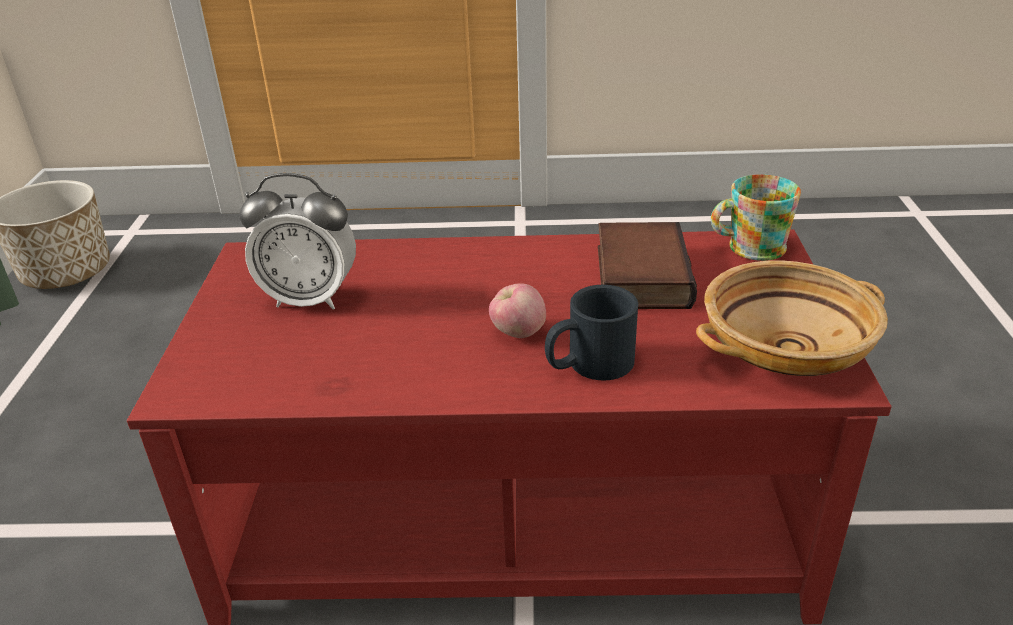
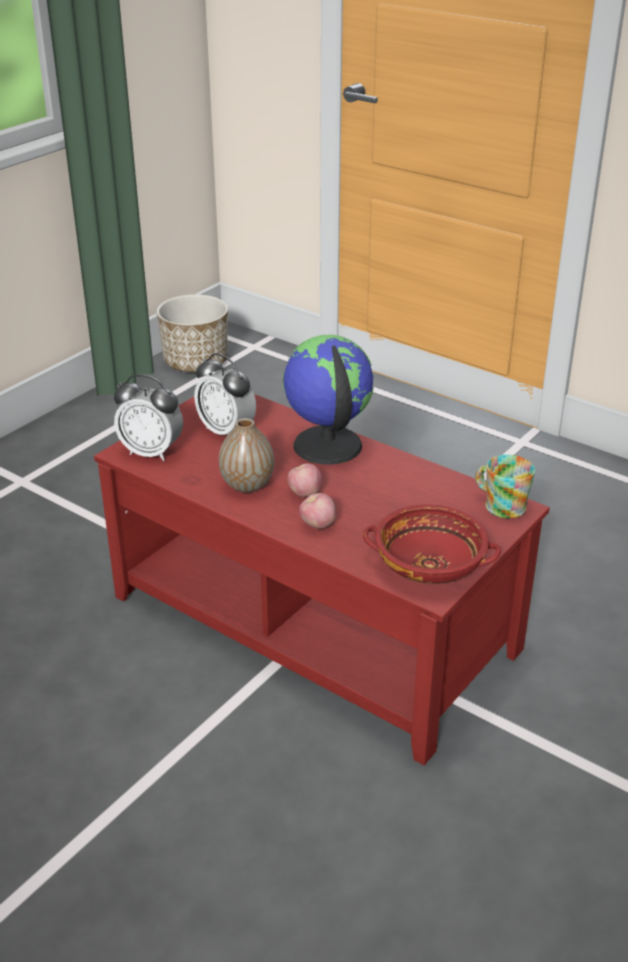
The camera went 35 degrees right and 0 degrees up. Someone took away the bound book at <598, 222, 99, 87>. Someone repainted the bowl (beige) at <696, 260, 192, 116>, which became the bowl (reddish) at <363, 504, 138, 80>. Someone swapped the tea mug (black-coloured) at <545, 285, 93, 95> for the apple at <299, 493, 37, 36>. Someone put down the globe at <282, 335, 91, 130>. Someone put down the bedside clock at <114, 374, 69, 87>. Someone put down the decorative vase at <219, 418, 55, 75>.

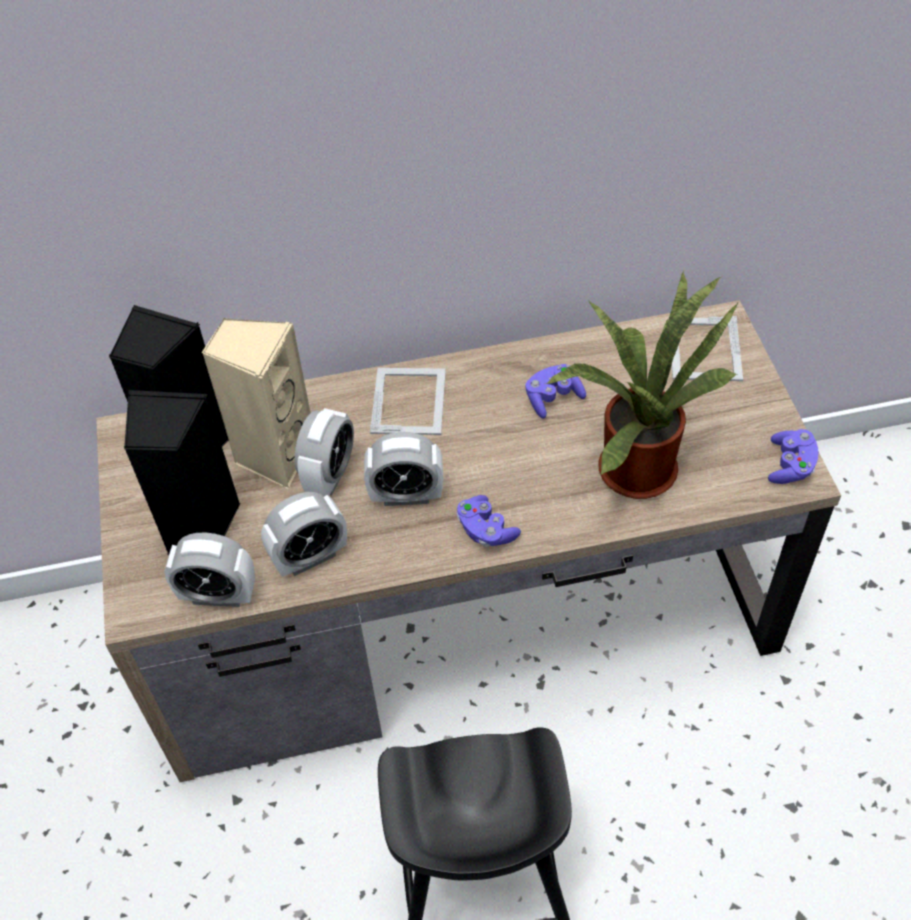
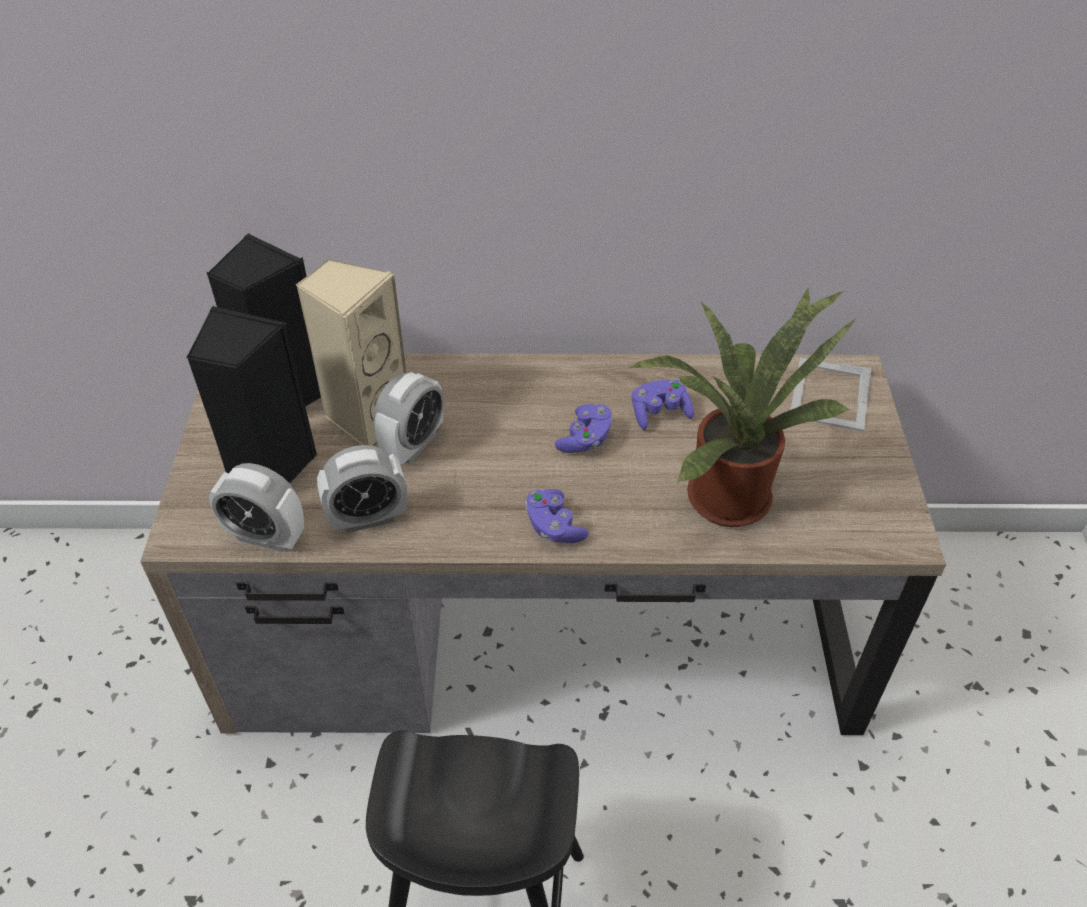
The camera went 10 degrees right and 5 degrees down. Someone took away the standing frame at <370, 368, 76, 67>. Someone carried the joypad (purplish) from <768, 429, 50, 55> to <555, 404, 58, 49>. Someone took away the bedside clock at <364, 432, 79, 74>.

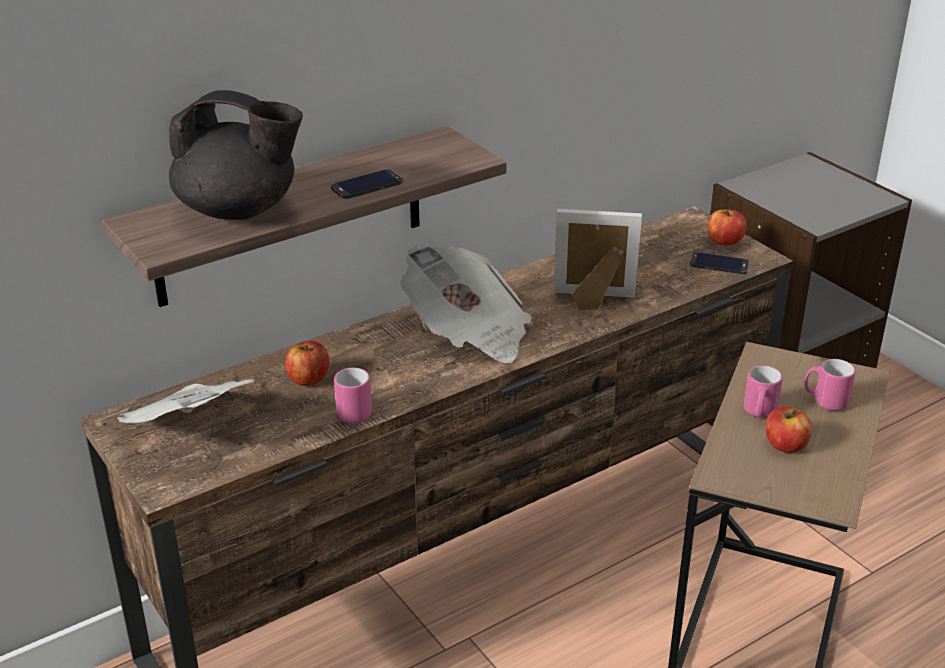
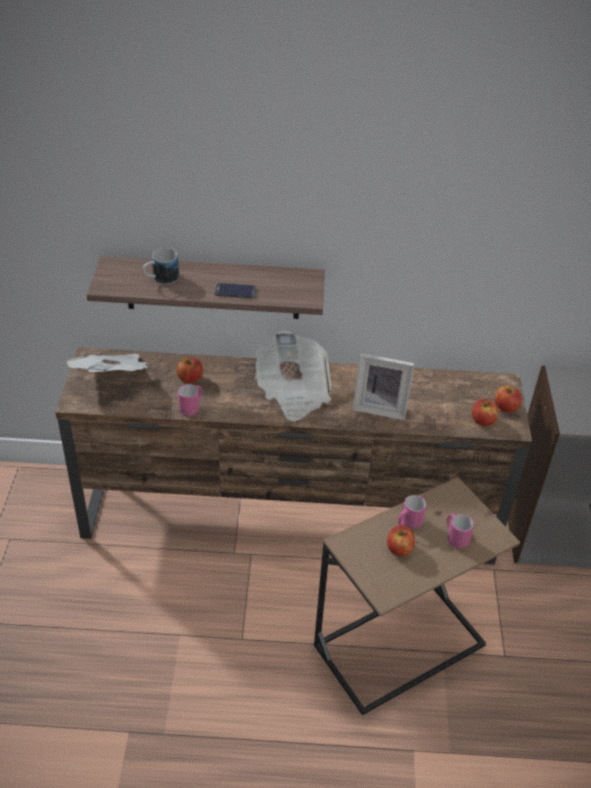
The camera went 35 degrees right and 10 degrees up. Someone swapped the teapot (black-coloured) at <169, 90, 134, 130> for the tea mug at <143, 248, 36, 36>. Someone rotated the standing frame at <554, 209, 88, 101> by 150 degrees clockwise. Someone swapped the phone at <690, 252, 60, 22> for the apple at <472, 399, 26, 27>.

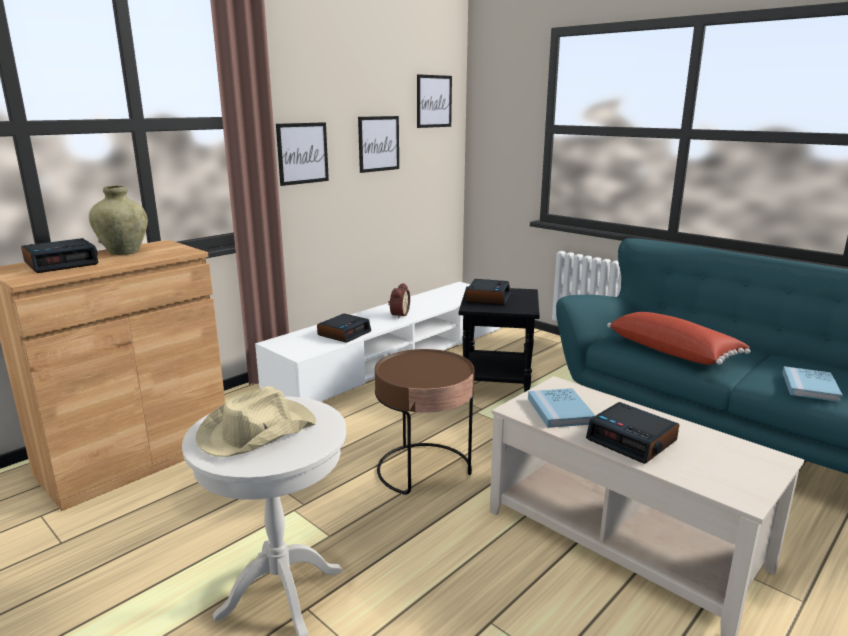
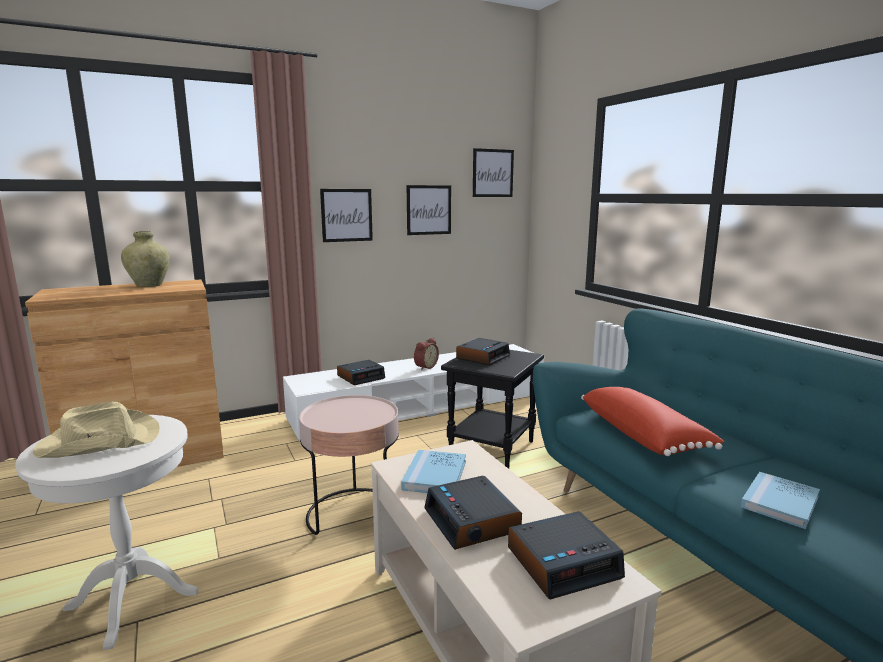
The camera went 20 degrees right and 5 degrees down. Someone carried the bedside clock from <21, 238, 78, 35> to <508, 511, 117, 88>. Someone repainted the accent table (brown-coloured) at <375, 349, 99, 146>, which became the accent table (pink-coloured) at <299, 395, 100, 140>.

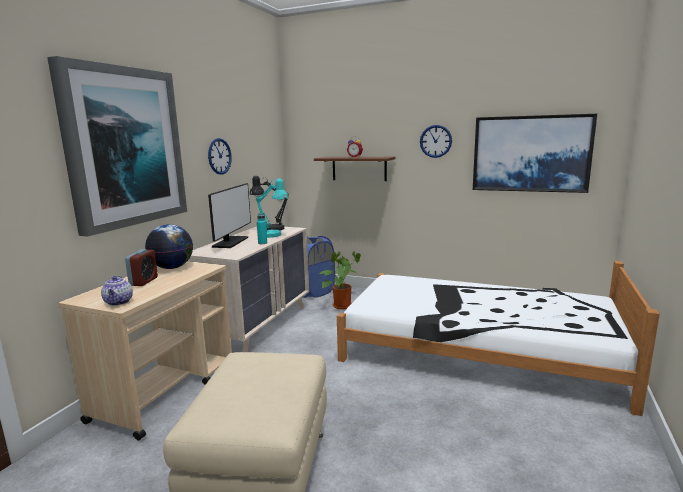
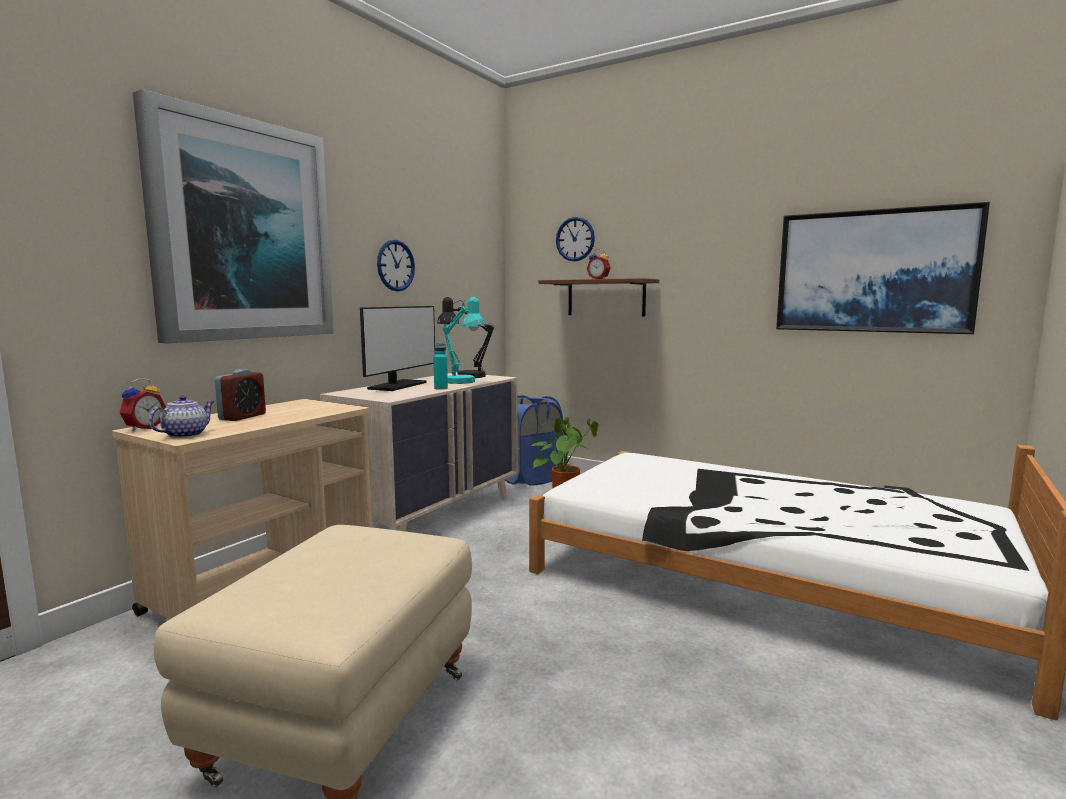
The camera went 10 degrees right and 5 degrees down. Someone carried the wall clock from <420, 125, 32, 33> to <556, 217, 39, 44>. Someone took away the globe at <145, 224, 48, 45>. Someone rotated the teapot at <101, 276, 32, 30> by 150 degrees counterclockwise. Someone put down the bedside clock at <120, 378, 46, 53>.

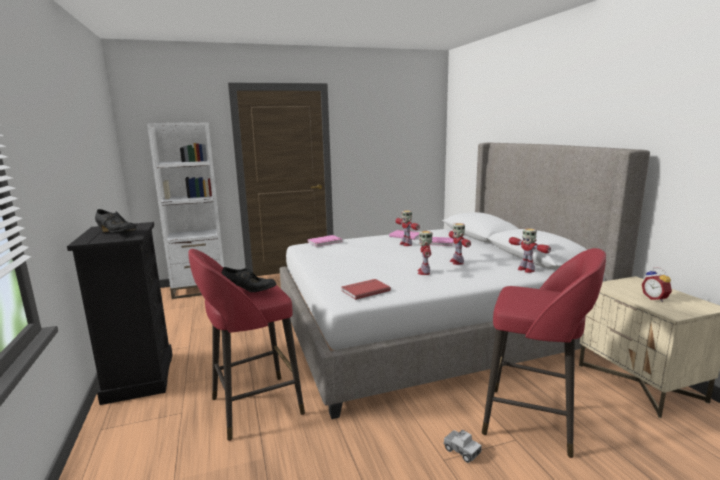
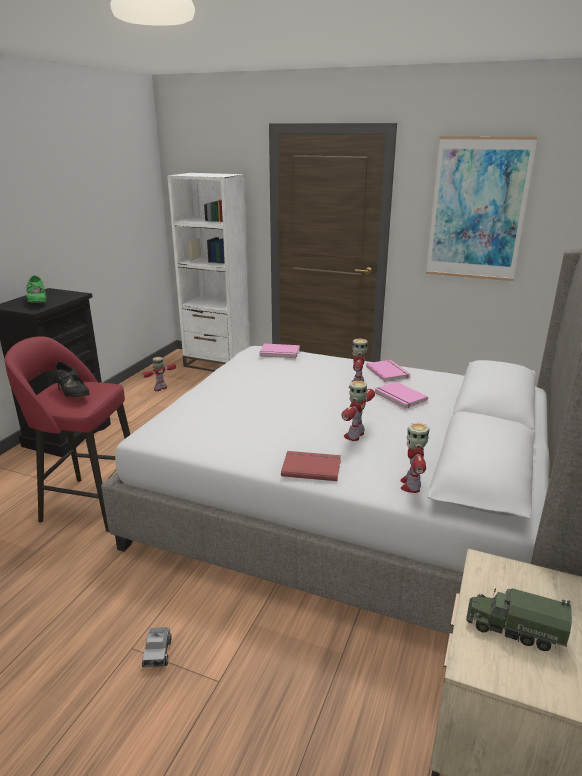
The camera went 40 degrees right and 10 degrees up. Someone repainted the low shoe (black-coloured) at <95, 209, 41, 24>, which became the low shoe (greenish) at <27, 275, 19, 28>. Someone carried the toy robot from <418, 231, 14, 44> to <142, 357, 34, 34>. Someone took away the stool seat (reddish) at <482, 248, 124, 210>. Someone swapped the bedside clock at <642, 268, 30, 34> for the toy lorry at <466, 588, 106, 63>. Someone carried the bound book (reddish) from <341, 279, 50, 21> to <281, 451, 60, 30>. Someone put up the wall picture at <426, 136, 111, 145>.

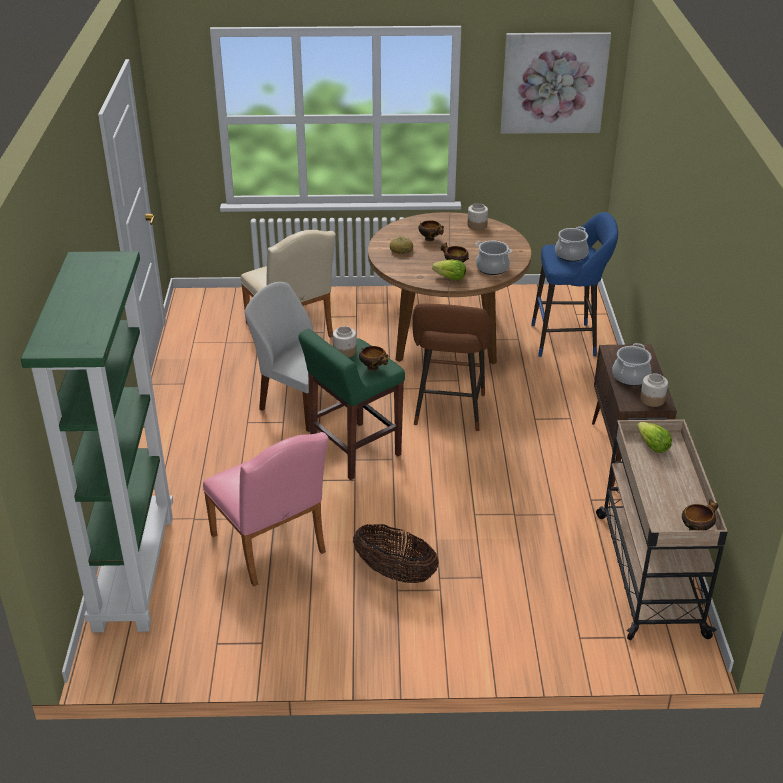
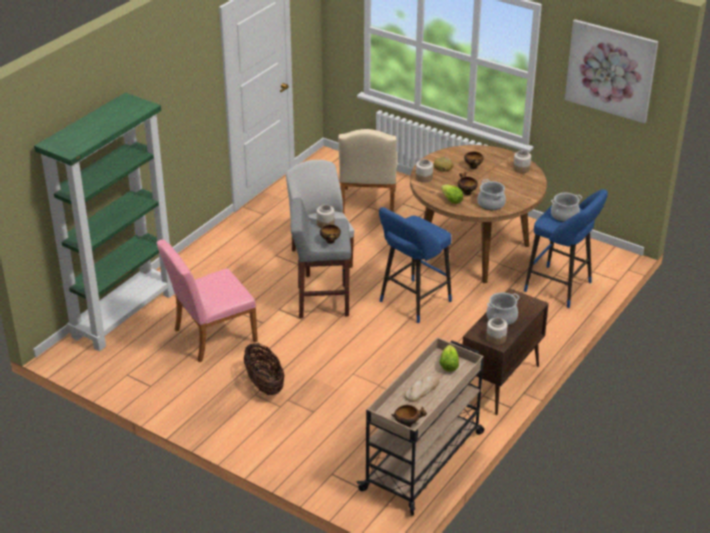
The camera went 35 degrees right and 0 degrees up. Someone repainted the stool seat (brown-coloured) at <412, 304, 80, 127>, which became the stool seat (blue) at <379, 207, 73, 116>. Someone repainted the stool seat (greenish) at <299, 329, 106, 151>, which became the stool seat (grey) at <290, 198, 61, 120>. Someone rotated the chair (pink-coloured) at <203, 432, 126, 154> by 60 degrees clockwise. Someone put down the storage jar at <416, 159, 17, 23>. Someone put down the bakery bread at <404, 376, 35, 26>.

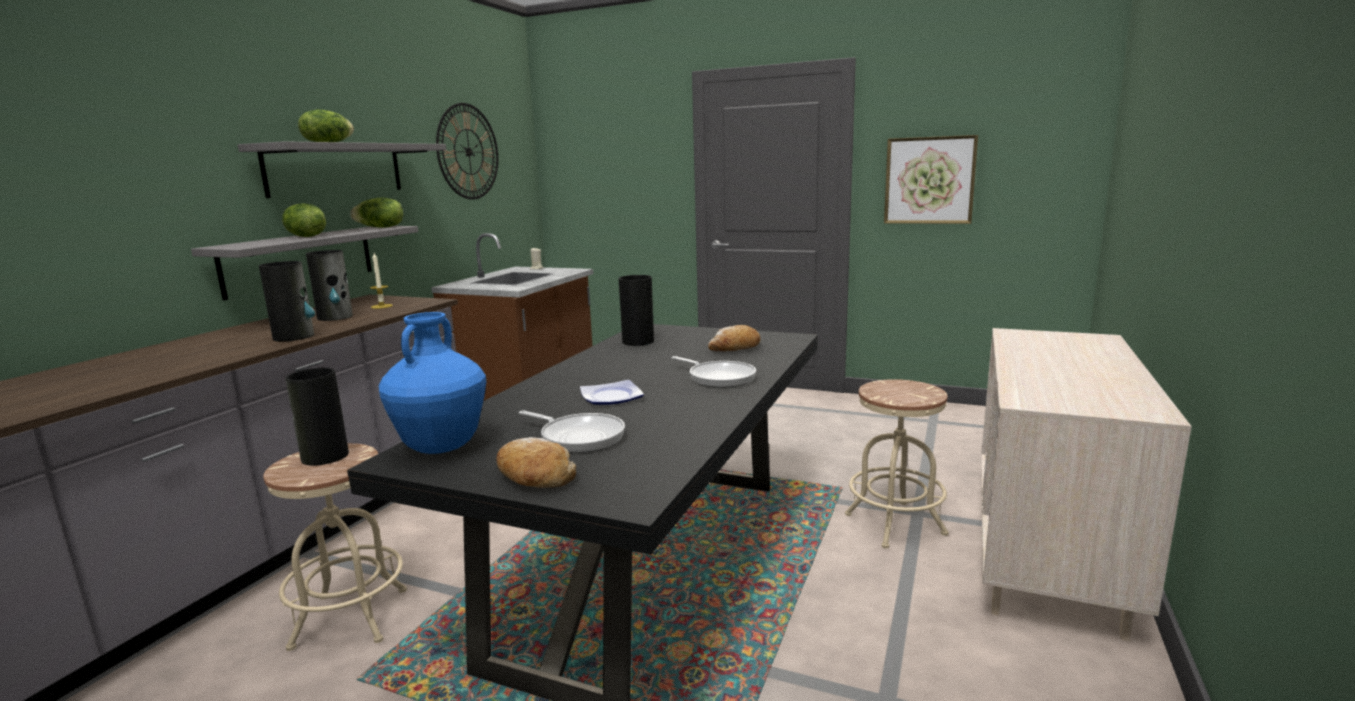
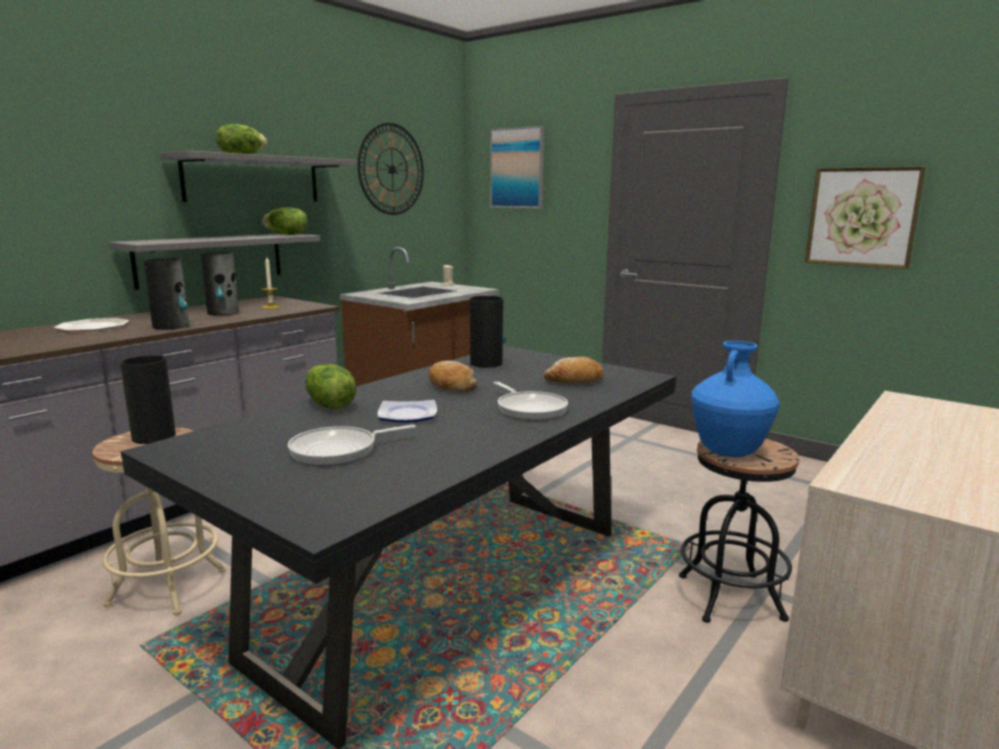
The camera went 15 degrees right and 0 degrees up. Someone carried the lettuce head from <282, 203, 44, 34> to <305, 364, 51, 45>. Someone carried the decorative vase (blue) from <379, 312, 107, 142> to <691, 341, 89, 116>. Someone repainted the stool seat (beige) at <845, 379, 104, 170>, which became the stool seat (black-coloured) at <679, 439, 120, 184>. Someone rotated the skillet at <519, 410, 106, 43> by 105 degrees clockwise. Someone carried the bakery bread from <496, 437, 80, 51> to <428, 361, 49, 31>. Someone put up the wall picture at <490, 126, 54, 82>. Someone put down the dinner plate at <53, 318, 76, 13>.

